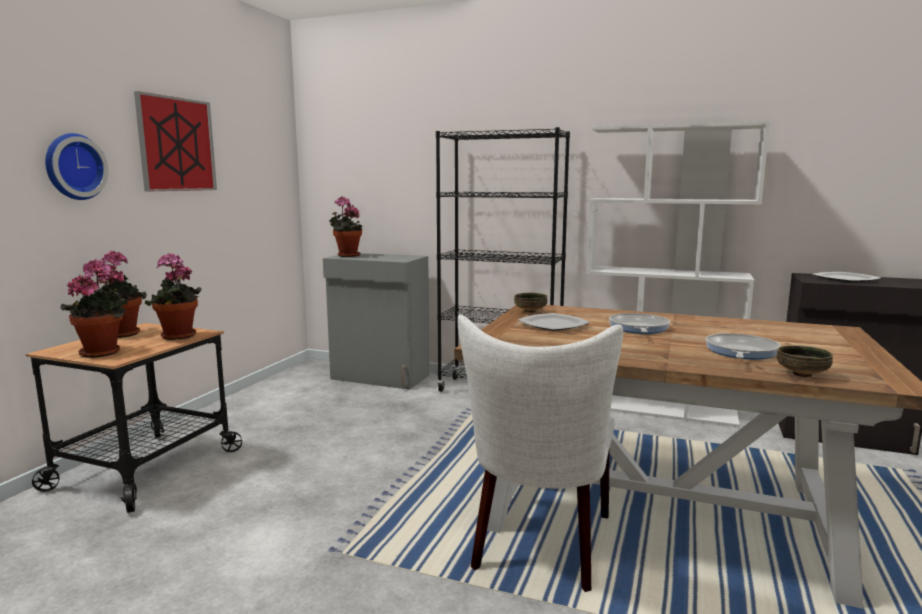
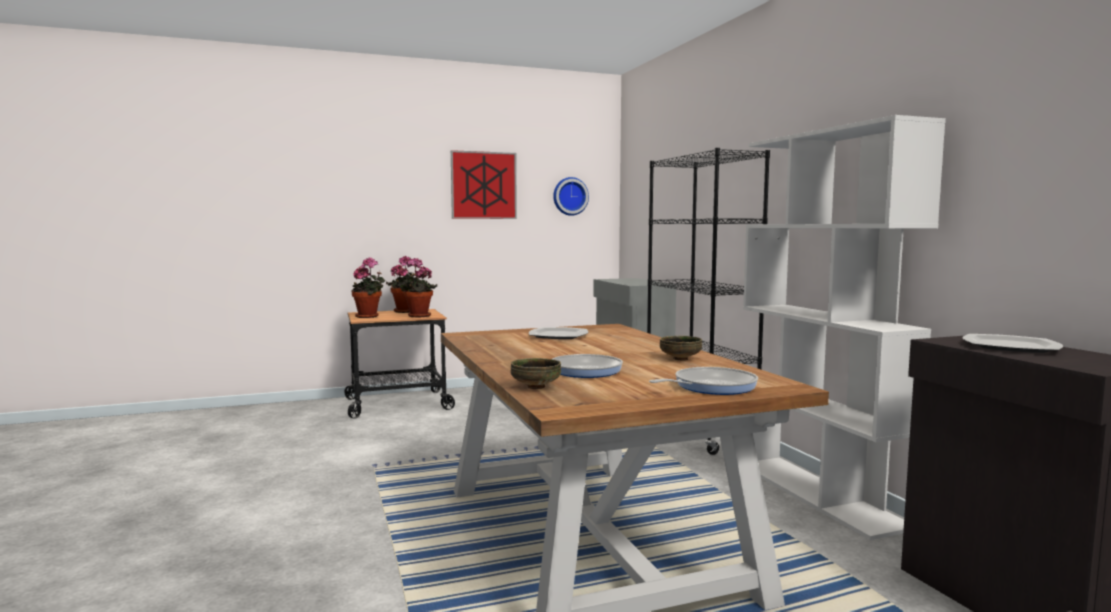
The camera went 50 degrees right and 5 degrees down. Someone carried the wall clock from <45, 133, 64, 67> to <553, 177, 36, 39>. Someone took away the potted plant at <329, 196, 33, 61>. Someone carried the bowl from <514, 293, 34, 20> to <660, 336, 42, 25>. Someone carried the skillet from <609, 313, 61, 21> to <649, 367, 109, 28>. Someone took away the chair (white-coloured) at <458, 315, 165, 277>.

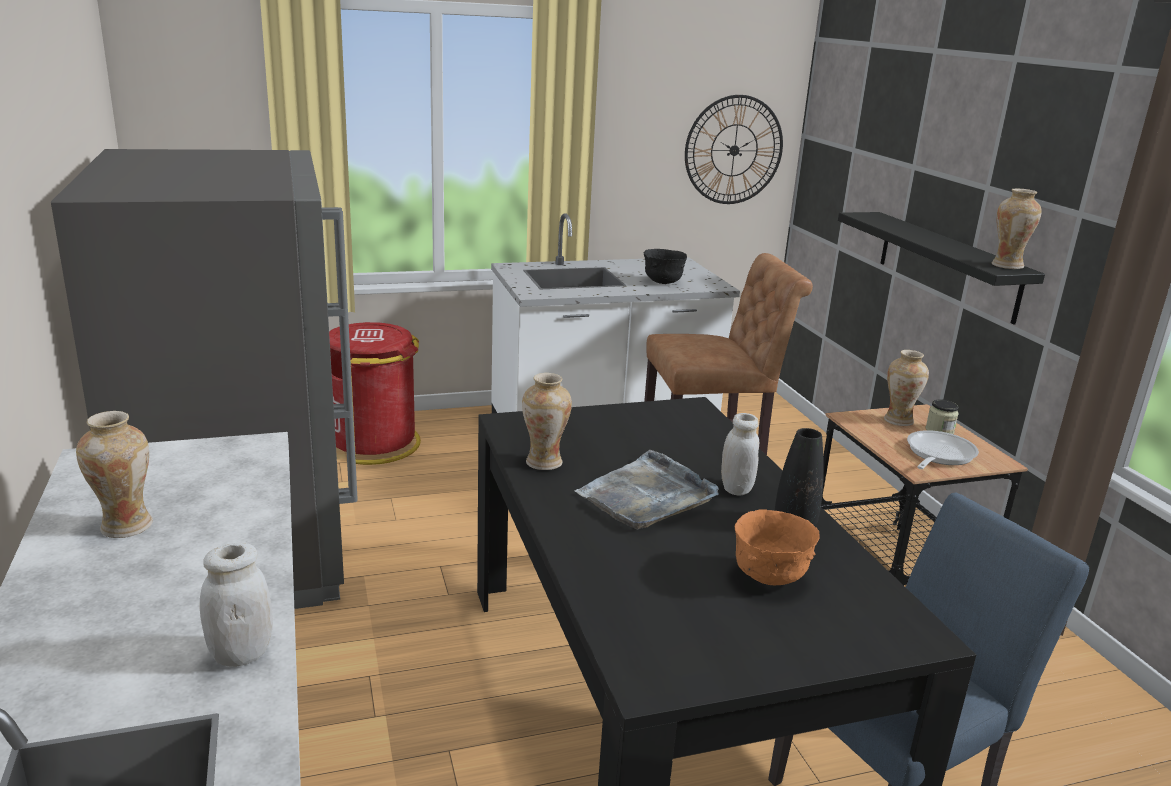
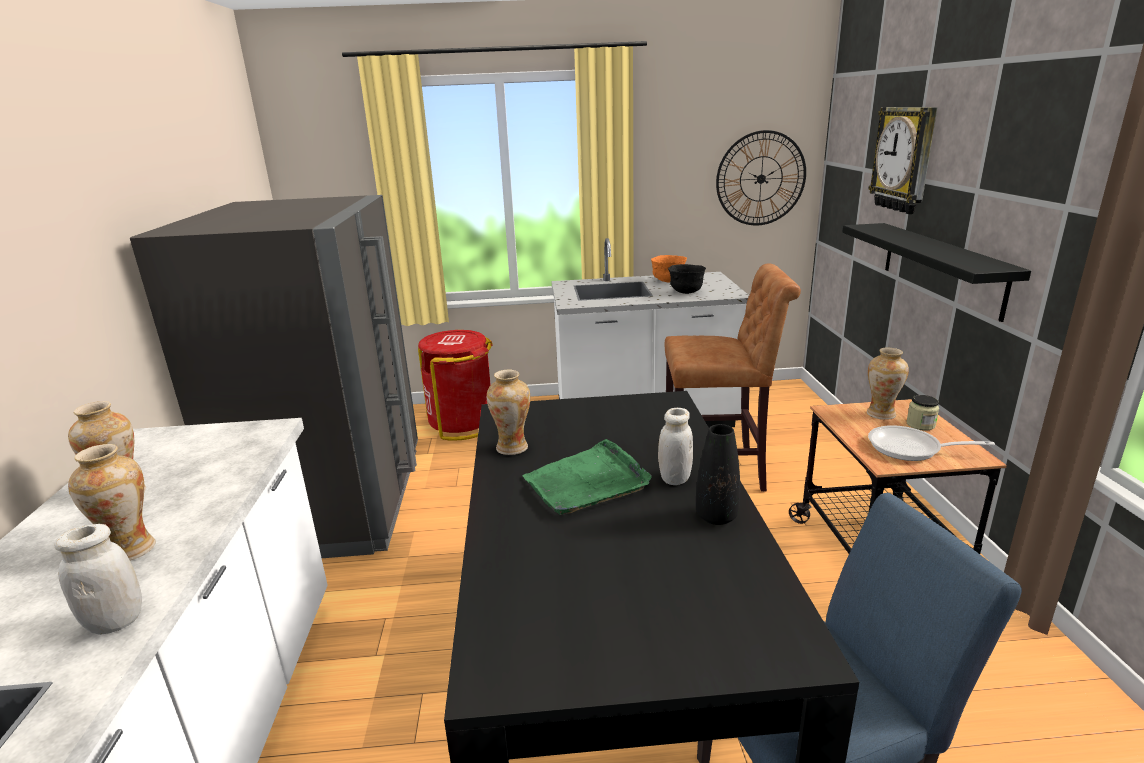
The camera went 15 degrees right and 0 degrees up. Someone carried the decorative vase from <992, 189, 50, 80> to <68, 444, 88, 117>. Someone rotated the skillet at <907, 430, 72, 39> by 120 degrees counterclockwise. Someone repainted the serving tray (grey) at <575, 450, 144, 80>, which became the serving tray (greenish) at <522, 439, 130, 76>. Someone carried the bowl (orange-coloured) from <735, 509, 85, 76> to <651, 255, 36, 27>. Someone put up the wall clock at <868, 107, 69, 107>.

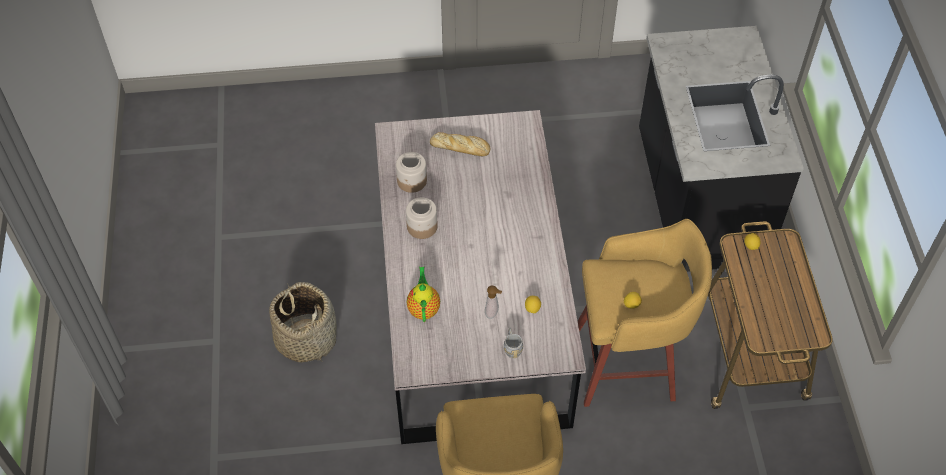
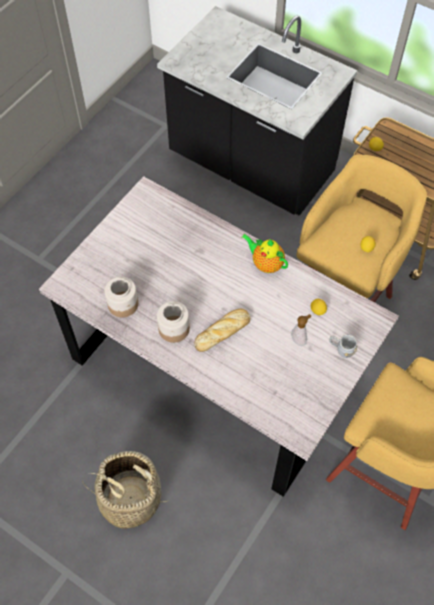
The camera went 50 degrees left and 5 degrees up. Someone carried the bakery bread from <430, 132, 60, 24> to <194, 309, 56, 43>. Someone carried the teapot from <407, 267, 33, 55> to <242, 234, 46, 39>.

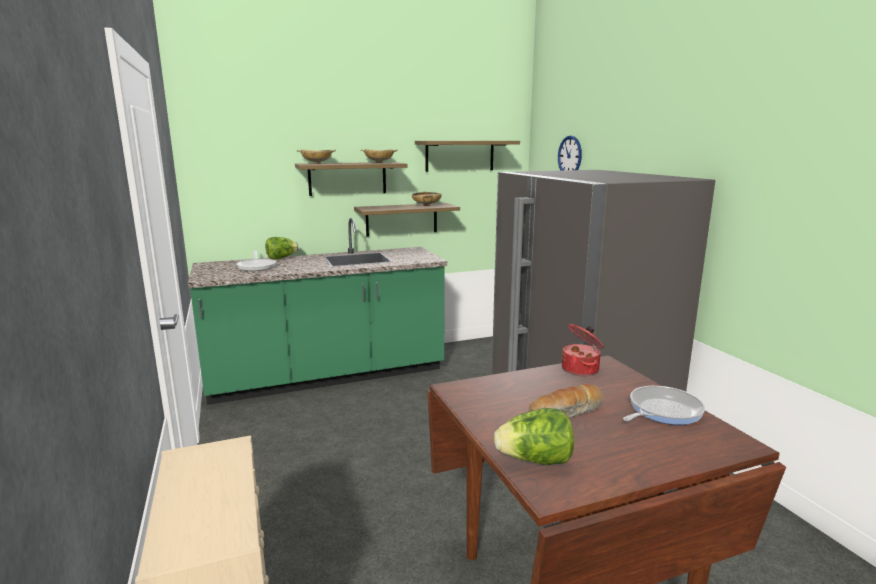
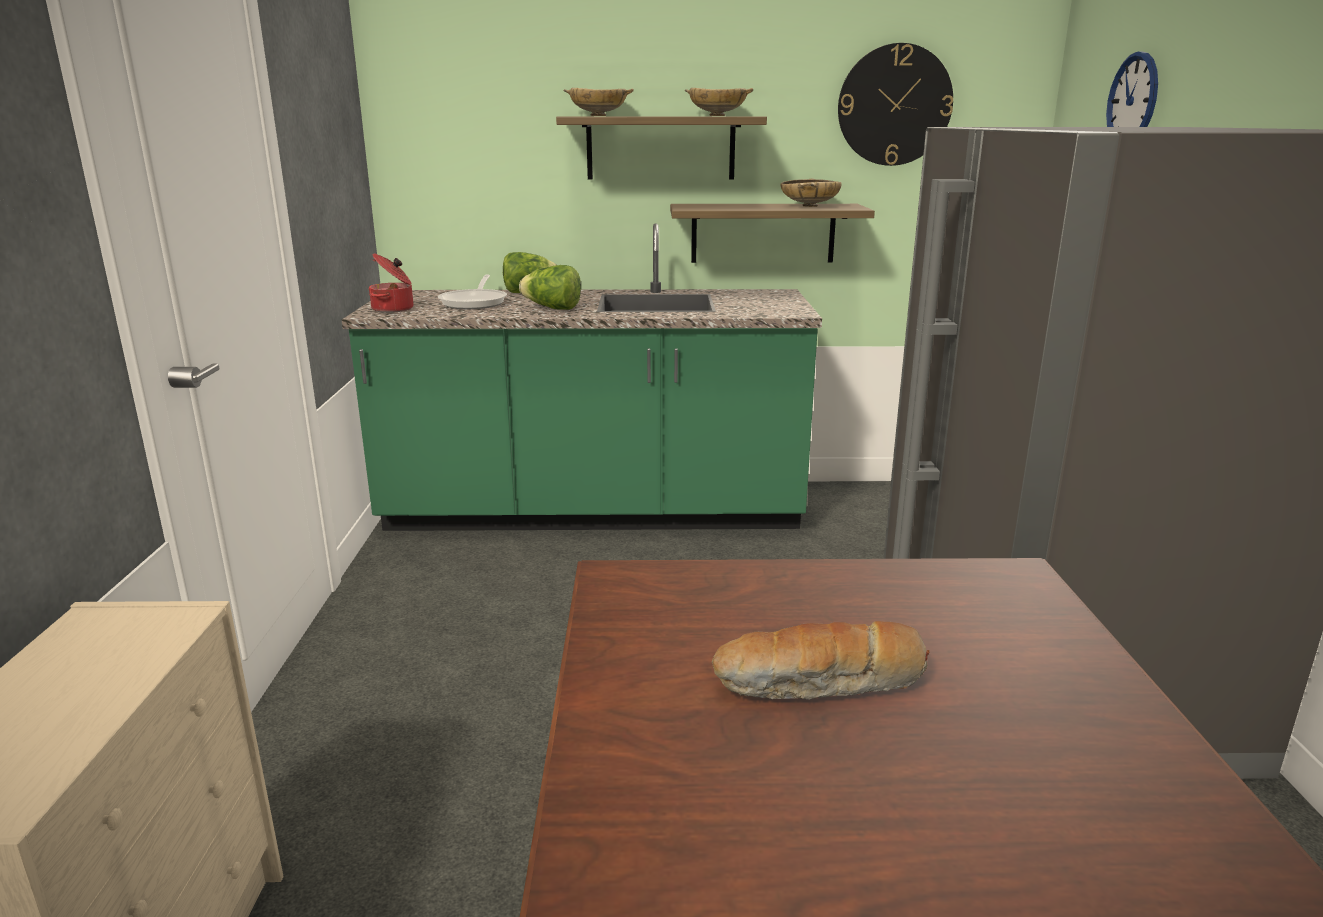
The camera went 20 degrees right and 5 degrees up. Someone swapped the shelf at <415, 141, 105, 31> for the wall clock at <838, 43, 115, 123>. Someone carried the cooking pot from <562, 324, 42, 52> to <369, 253, 45, 60>. Someone took away the skillet at <623, 386, 82, 39>. Someone carried the lettuce head from <494, 408, 80, 57> to <519, 265, 62, 45>.

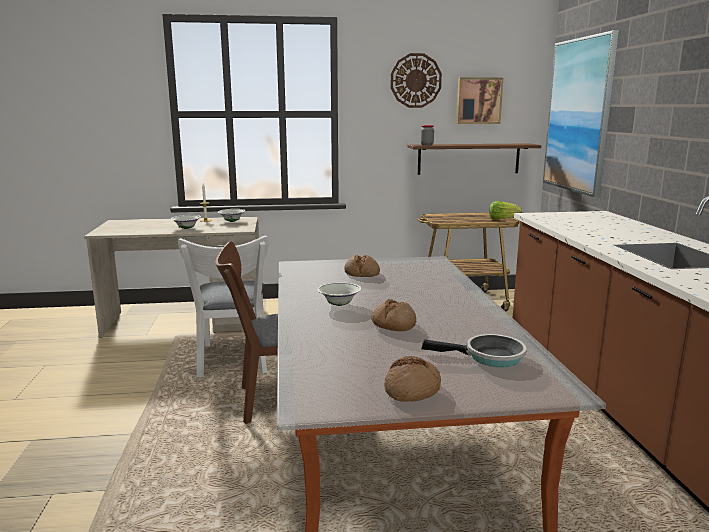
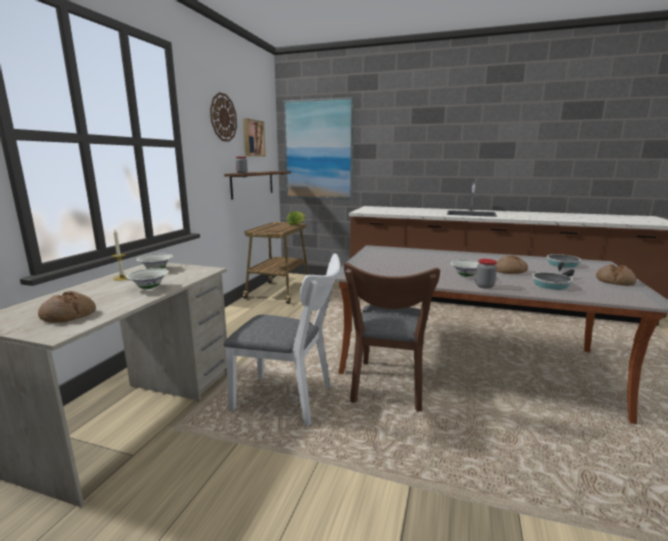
The camera went 65 degrees left and 0 degrees up. Someone carried the bakery bread from <344, 255, 36, 22> to <38, 291, 58, 32>. Someone put down the storage jar at <476, 259, 21, 29>. Someone put down the skillet at <531, 269, 44, 21>.

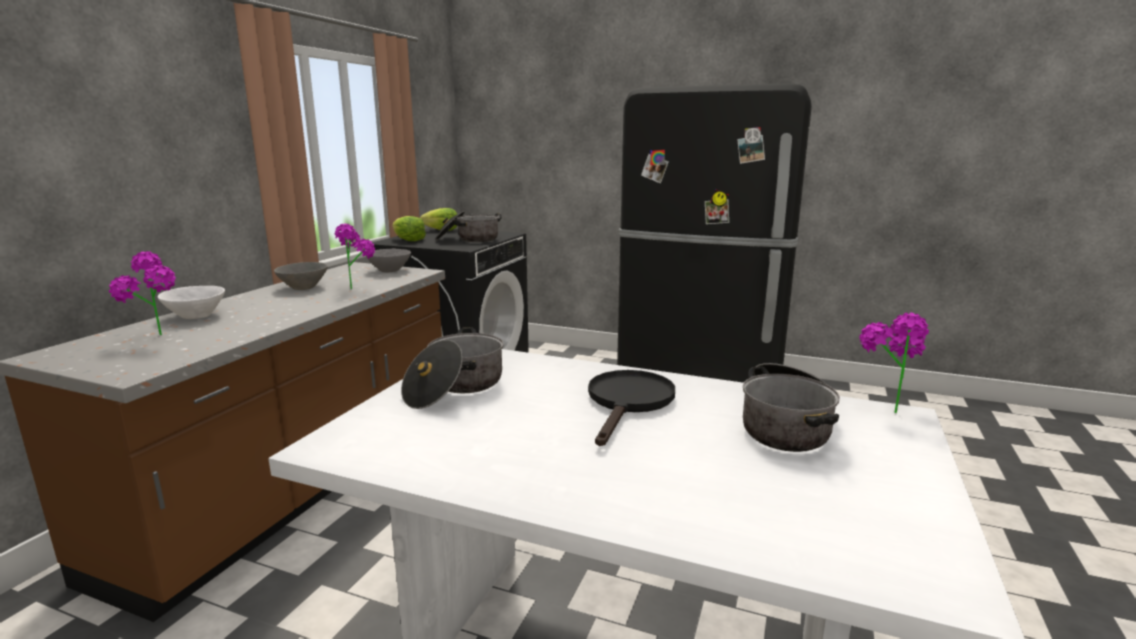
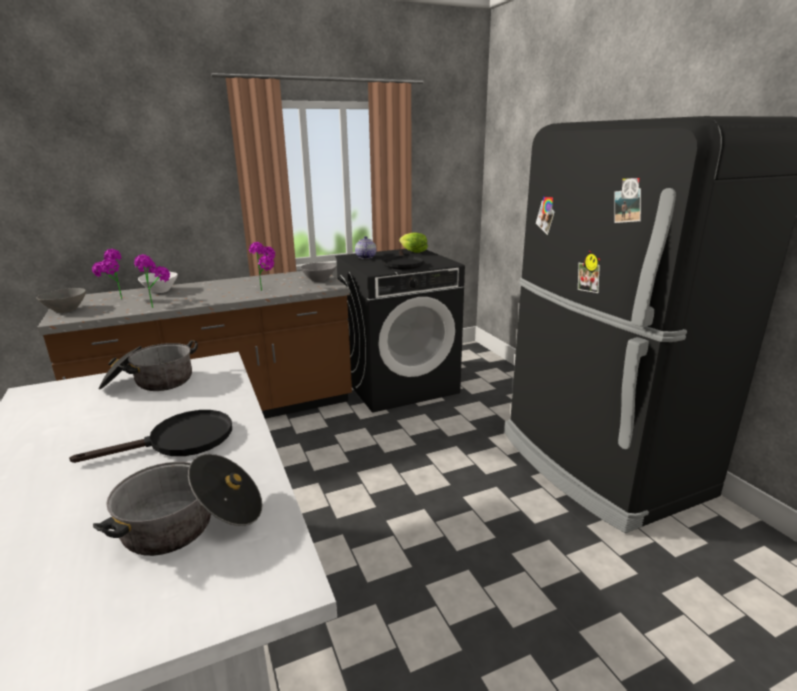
The camera went 45 degrees right and 5 degrees up. Someone swapped the cooking pot at <435, 211, 67, 31> for the skillet (black-coloured) at <383, 249, 41, 21>. Someone swapped the lettuce head at <393, 216, 33, 25> for the teapot at <355, 236, 21, 23>. Someone carried the bowl (grey) from <274, 262, 54, 28> to <36, 288, 50, 25>. Someone carried the potted plant from <859, 313, 70, 100> to <134, 254, 36, 54>.

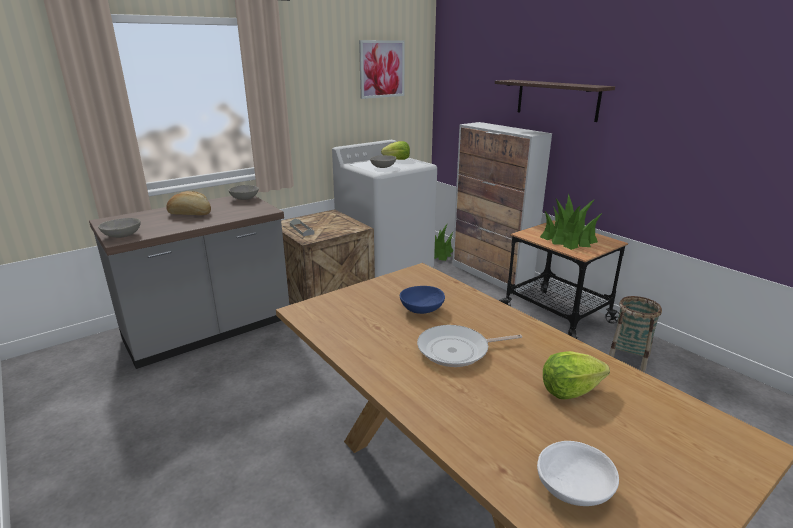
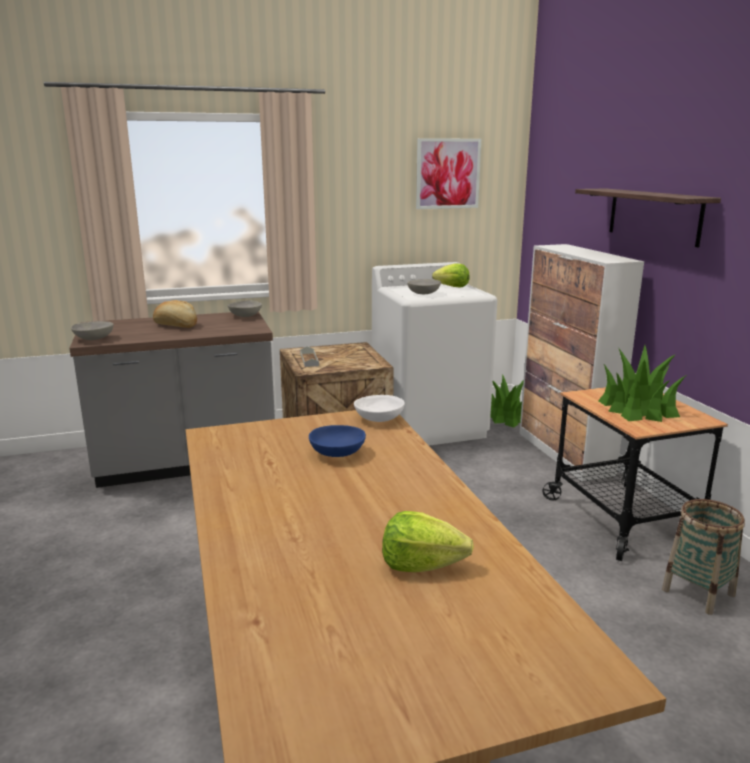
The camera went 20 degrees right and 5 degrees down. Someone took away the skillet at <417, 325, 105, 42>. Someone carried the bowl (white-coloured) from <537, 441, 82, 65> to <354, 395, 51, 27>.

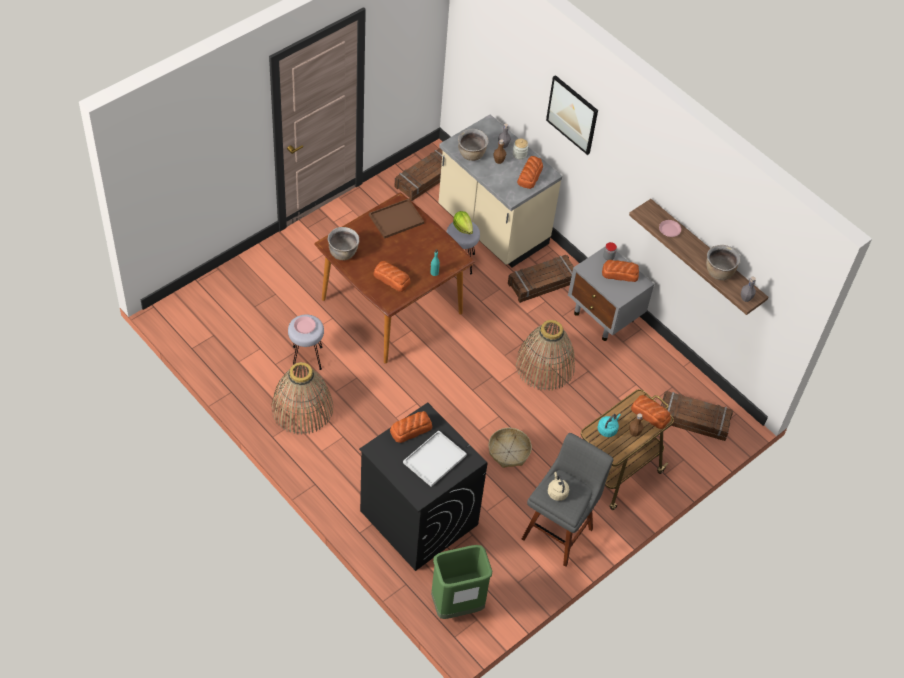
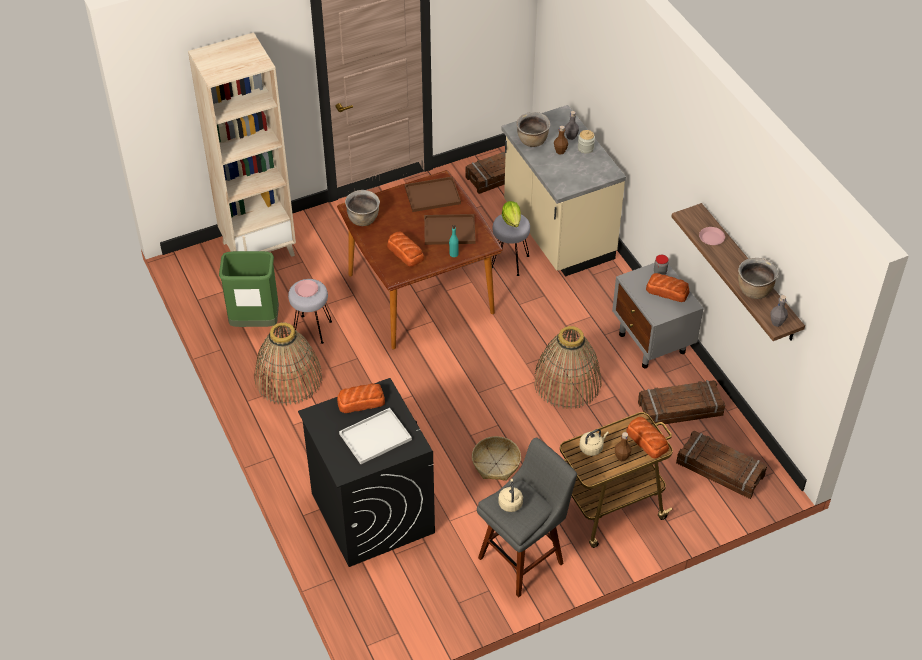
The camera went 20 degrees right and 5 degrees down. Someone took away the wall picture at <546, 75, 52, 80>. Someone took away the bakery bread at <517, 156, 26, 33>. Someone carried the shipping crate from <508, 255, 66, 48> to <638, 380, 87, 44>. Someone repainted the tea kettle (turquoise-coloured) at <597, 414, 24, 23>, which became the tea kettle (beige) at <579, 429, 30, 27>. Someone carried the waste bin (greenish) from <431, 545, 61, 74> to <219, 251, 60, 76>. Someone put down the bookcase (beige) at <188, 32, 108, 225>. Someone put down the serving tray (brown-coloured) at <424, 214, 52, 31>.

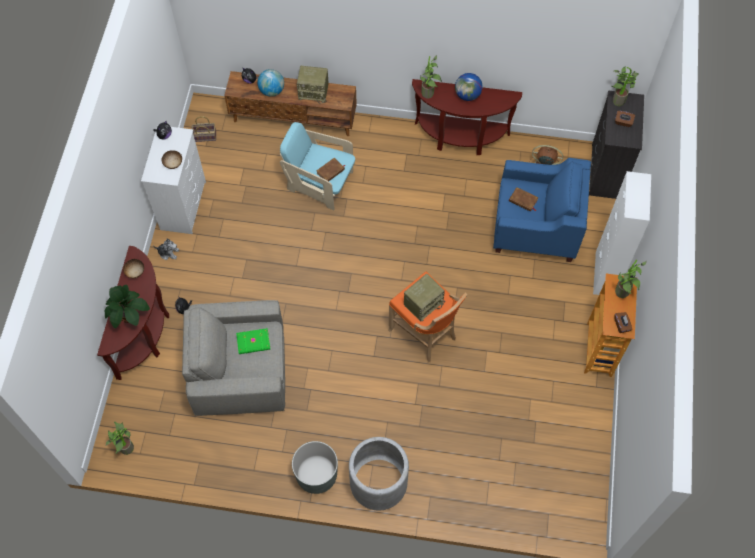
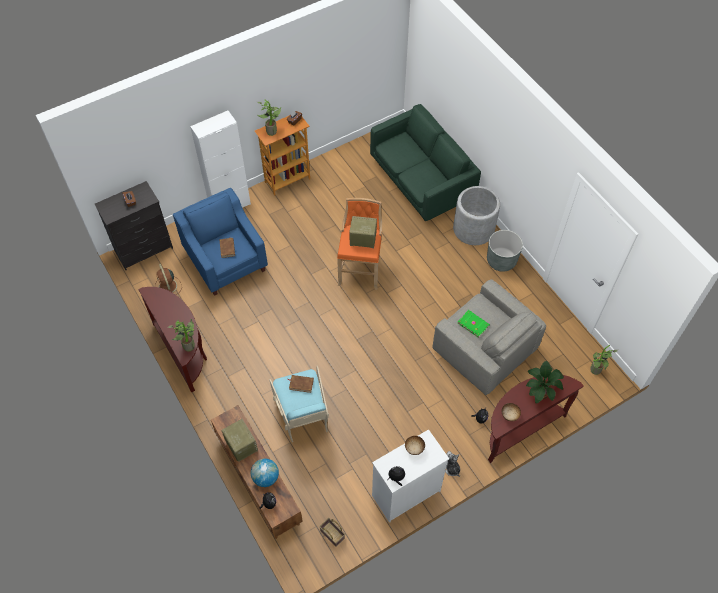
The camera went 130 degrees left and 5 degrees down. Someone took away the potted plant at <611, 67, 27, 39>. Someone took away the globe at <455, 73, 28, 28>. Someone put down the sofa (greenish) at <370, 104, 111, 117>.

